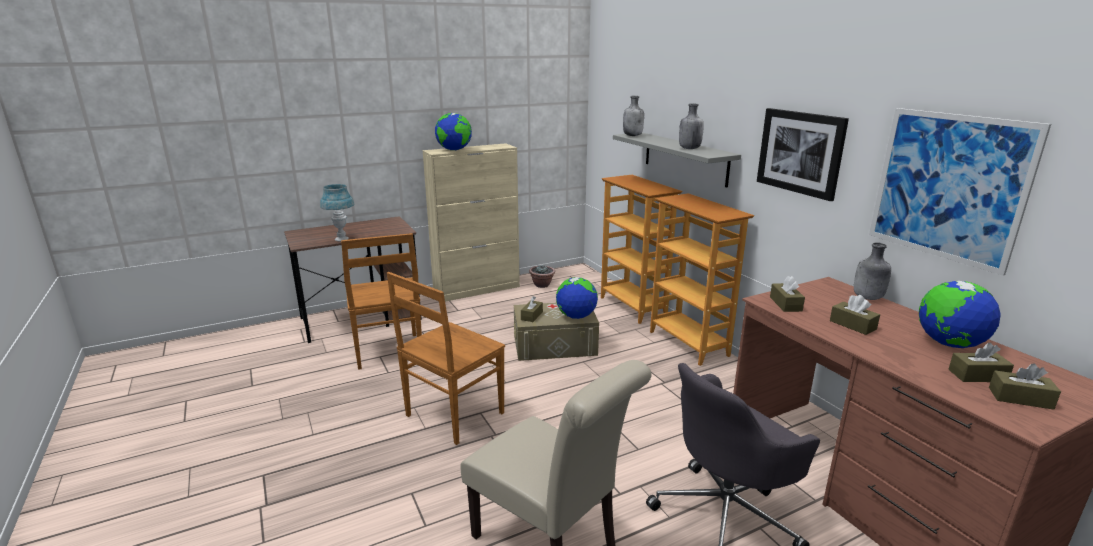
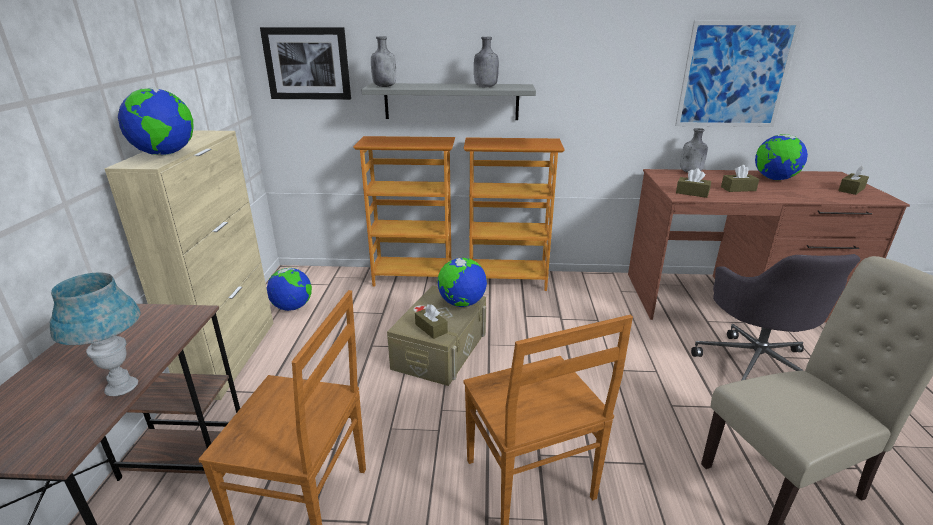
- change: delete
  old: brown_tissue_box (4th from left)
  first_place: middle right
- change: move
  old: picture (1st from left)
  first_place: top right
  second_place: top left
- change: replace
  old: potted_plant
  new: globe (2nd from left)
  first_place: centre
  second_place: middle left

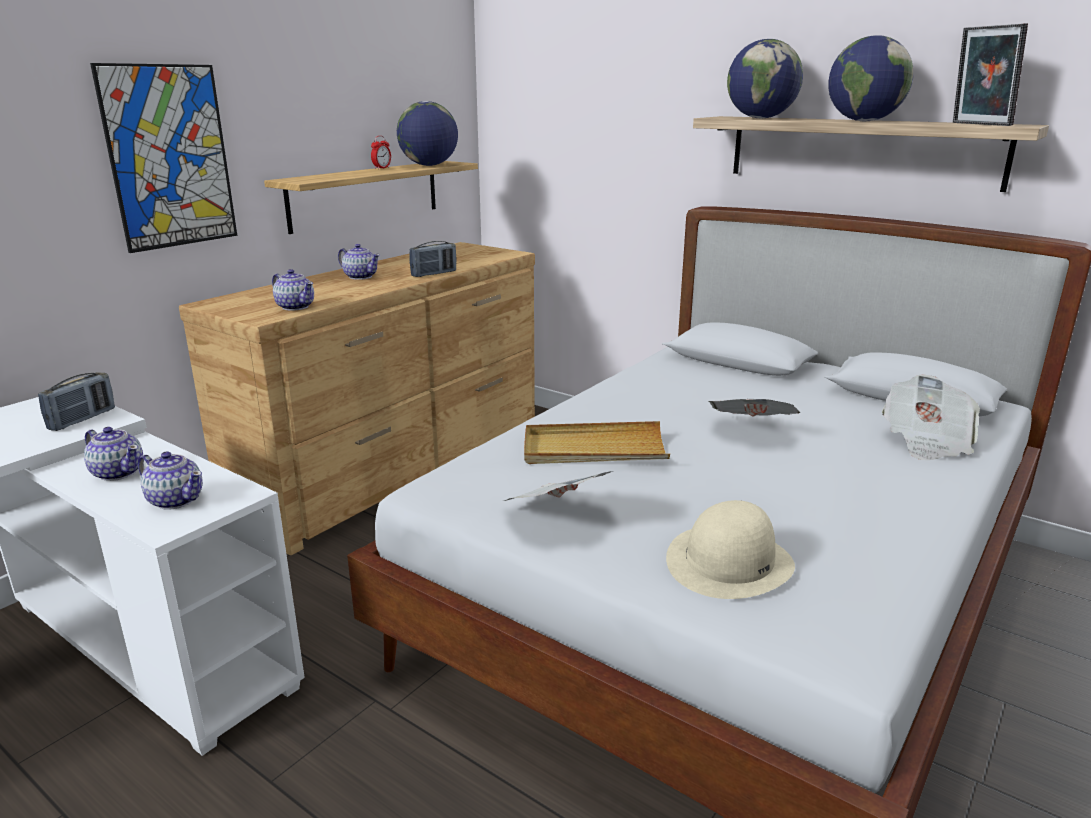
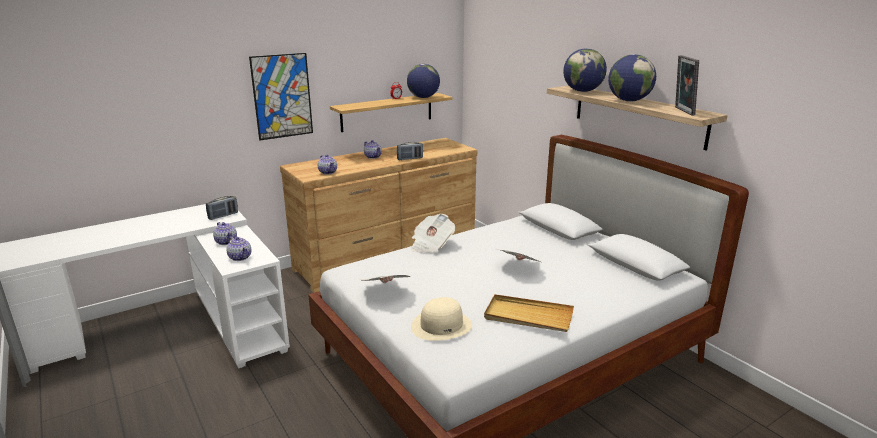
- change: move
  old: beige_tray
  first_place: centre
  second_place: bottom centre
- change: move
  old: newspaper (3rd from left in the first image)
  new: newspaper (2nd from left)
  first_place: middle right
  second_place: centre

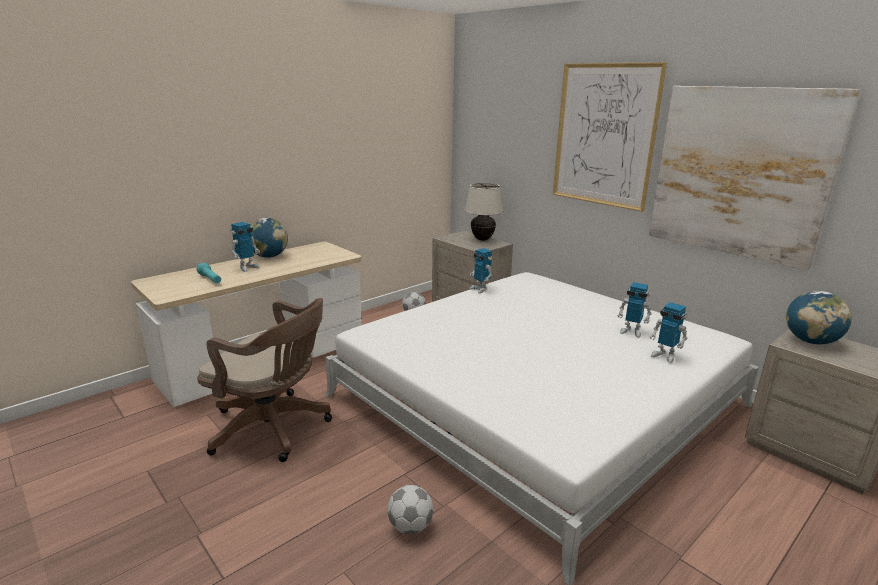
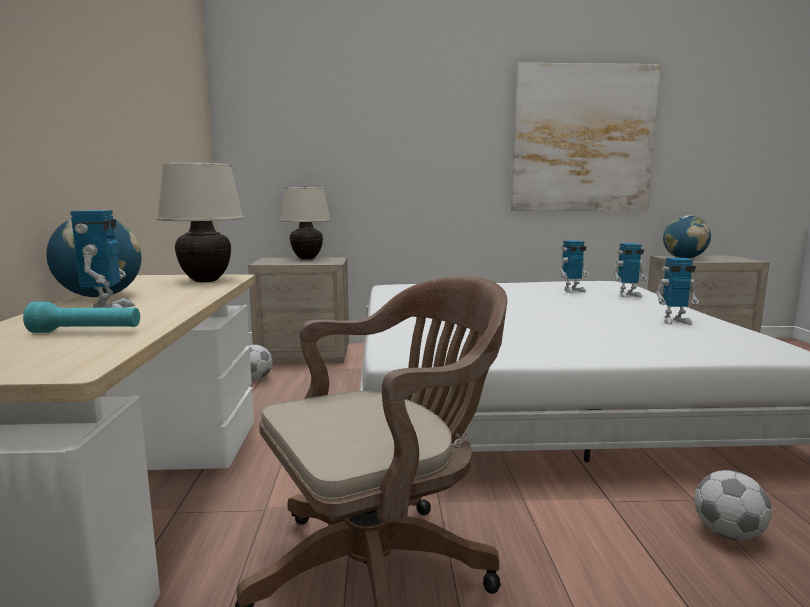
- change: delete
  old: picture (1st from left)
  first_place: top right
- change: insert
  new: beige_table_lamp (1st from left)
  second_place: middle left
- change: move
  old: toy_robot (2nd from left in the first image)
  new: toy_robot (4th from left)
  first_place: centre
  second_place: middle right

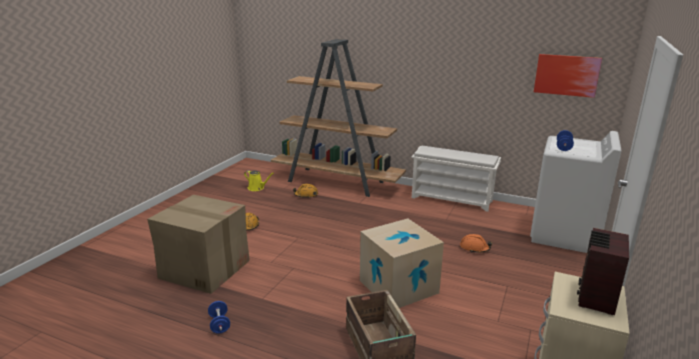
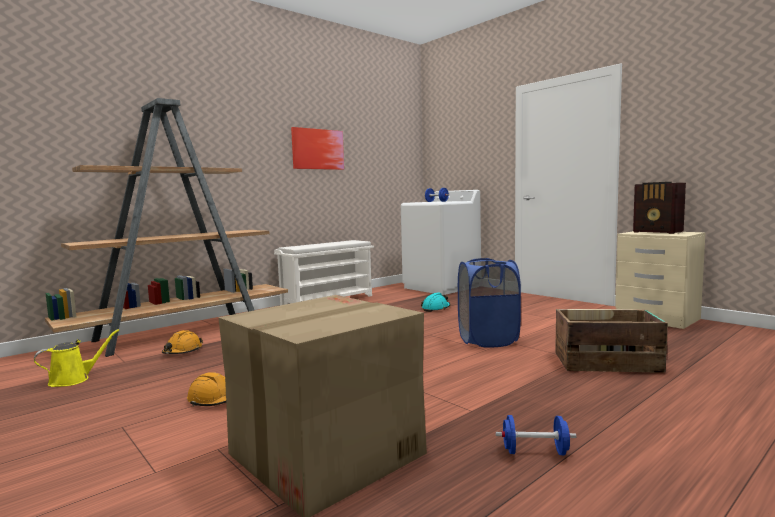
- change: move
  old: picture
  first_place: top right
  second_place: top centre
- change: replace
  old: cardboard_box (2nd from left)
  new: blue_laundry_basket
  first_place: bottom centre
  second_place: centre
- change: recolor
  old: orange_hard_hat (3rd from left)
  new: turquoise_hard_hat
  first_place: bottom right
  second_place: centre

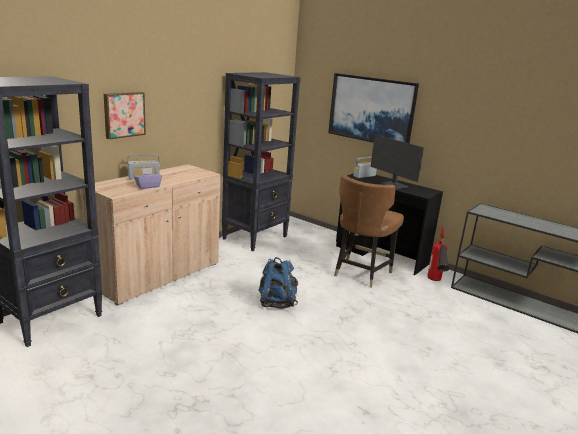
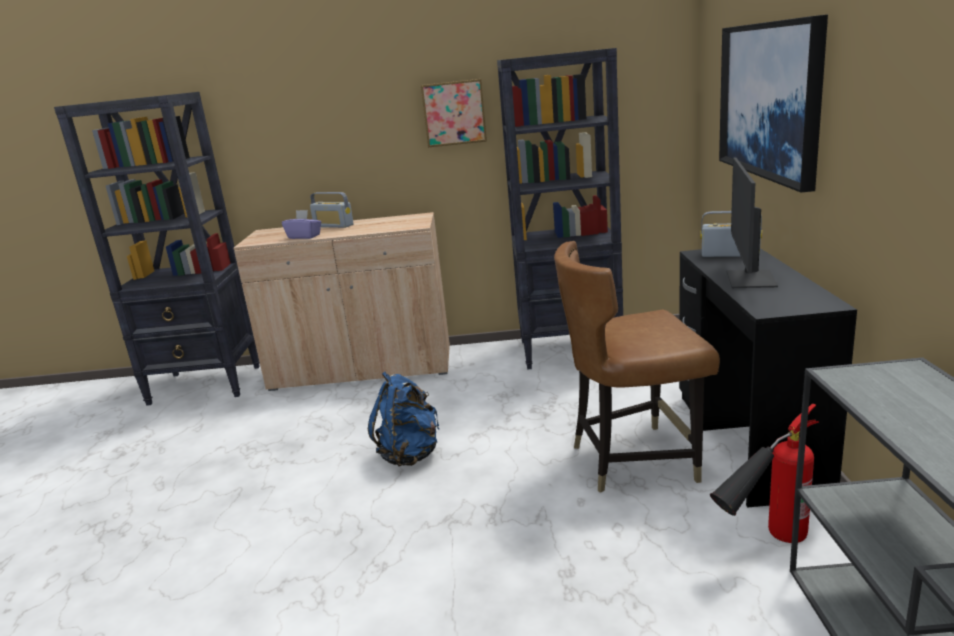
- change: move
  old: picture (1st from left)
  first_place: top left
  second_place: top centre

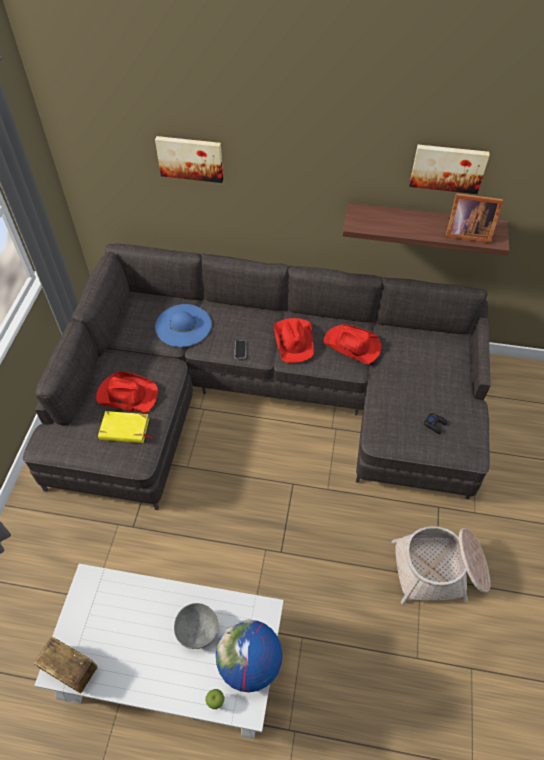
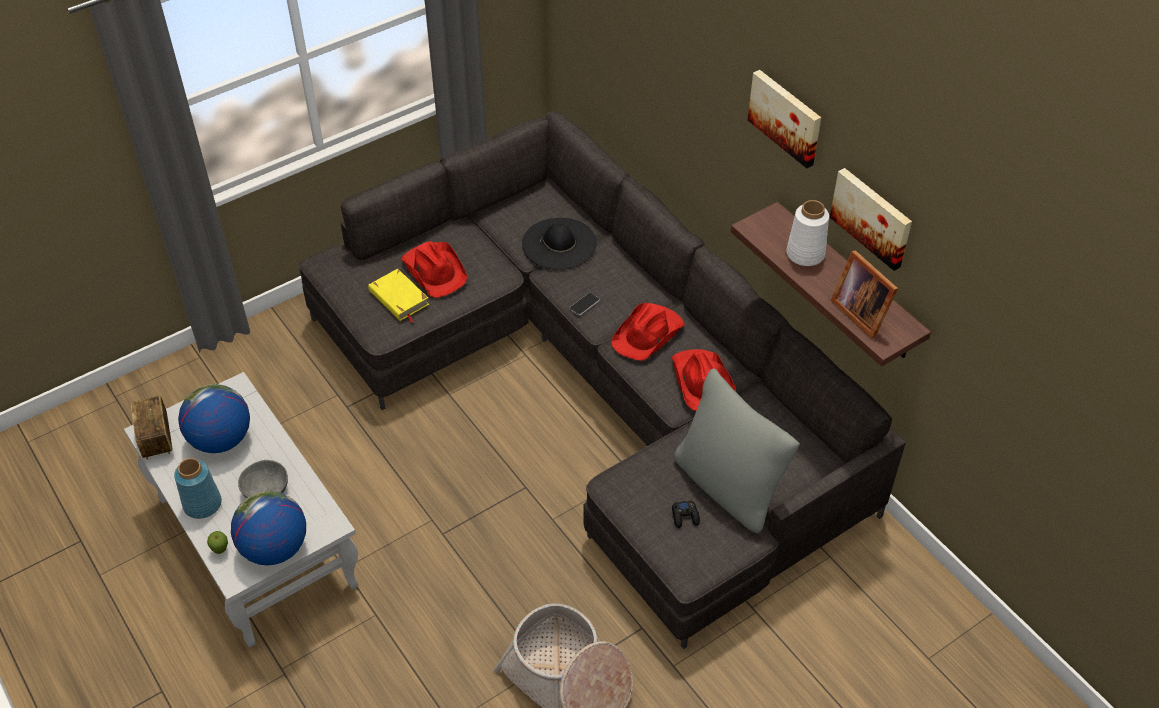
- change: insert
  new: blue_vase
  second_place: bottom left
- change: insert
  new: globe (1st from left)
  second_place: middle left
- change: insert
  new: grey_pillow
  second_place: centre
- change: insert
  new: white_vase
  second_place: top right
- change: move
  old: picture (1st from left)
  first_place: top centre
  second_place: top right
- change: recolor
  old: blue_hat
  new: black_hat
  first_place: centre
  second_place: centre

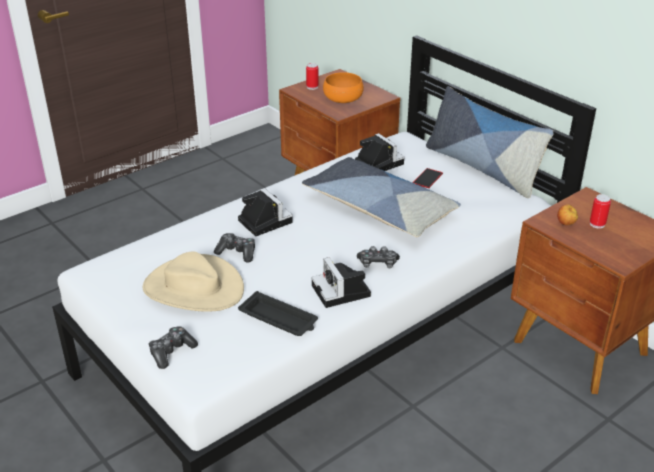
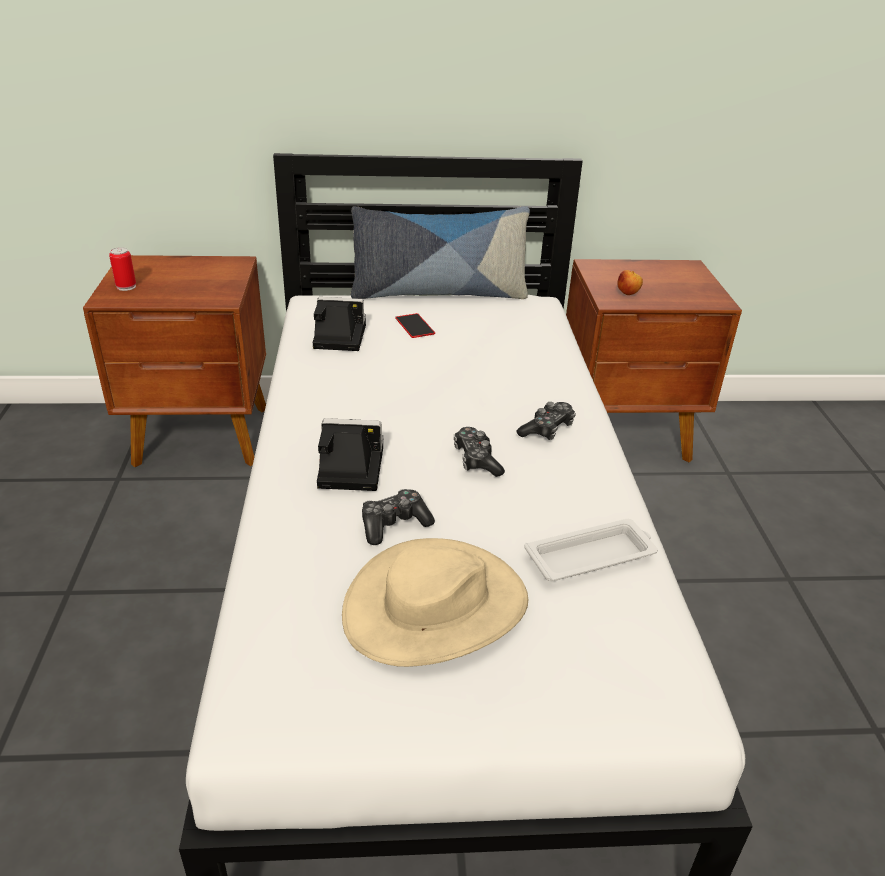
- change: delete
  old: pillow (1st from left)
  first_place: centre
- change: delete
  old: photo_camera (2nd from left)
  first_place: centre
- change: delete
  old: orange_bowl
  first_place: top centre
- change: delete
  old: can (2nd from left)
  first_place: middle right
- change: move
  old: game_controller (1st from left in the first image)
  new: game_controller (2nd from left)
  first_place: bottom left
  second_place: centre
- change: recolor
  old: black_tray
  new: white_tray
  first_place: centre
  second_place: middle right

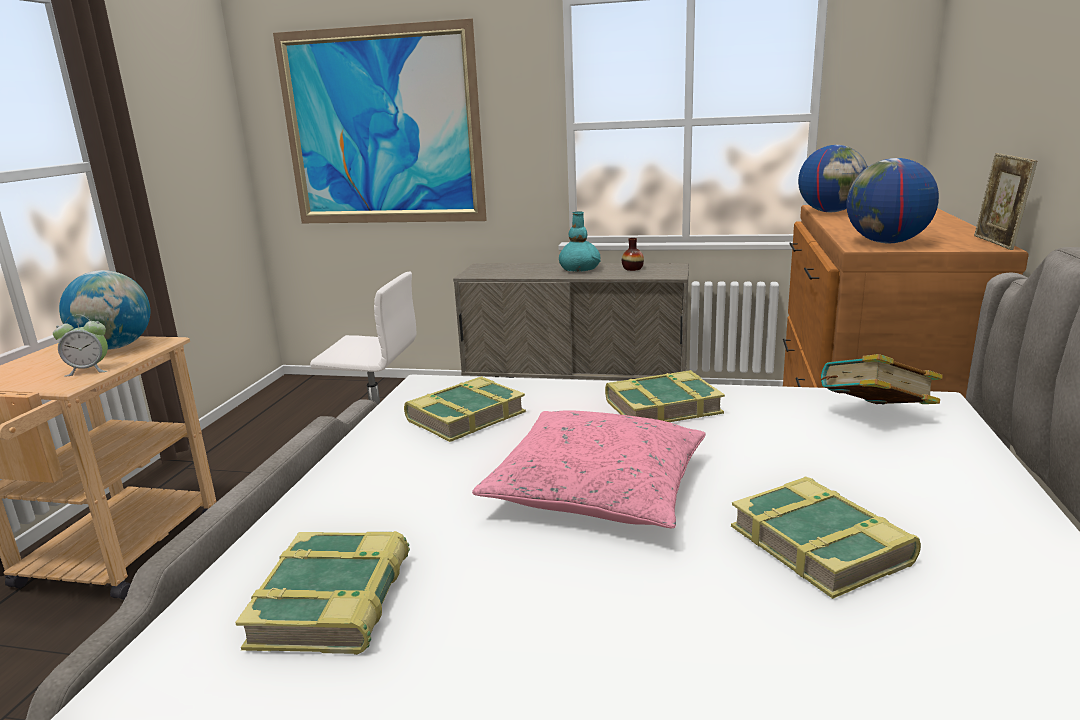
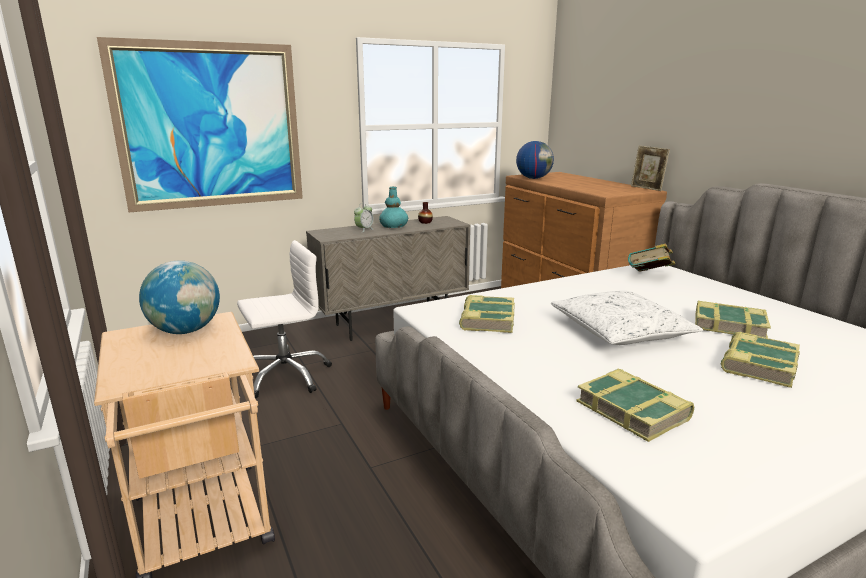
- change: delete
  old: globe (3rd from left)
  first_place: top right
- change: move
  old: alarm_clock
  first_place: middle left
  second_place: centre
- change: move
  old: book (3rd from left in the first image)
  new: book (5th from left)
  first_place: centre
  second_place: middle right
- change: recolor
  old: pink_pillow
  new: white_pillow
  first_place: centre
  second_place: middle right

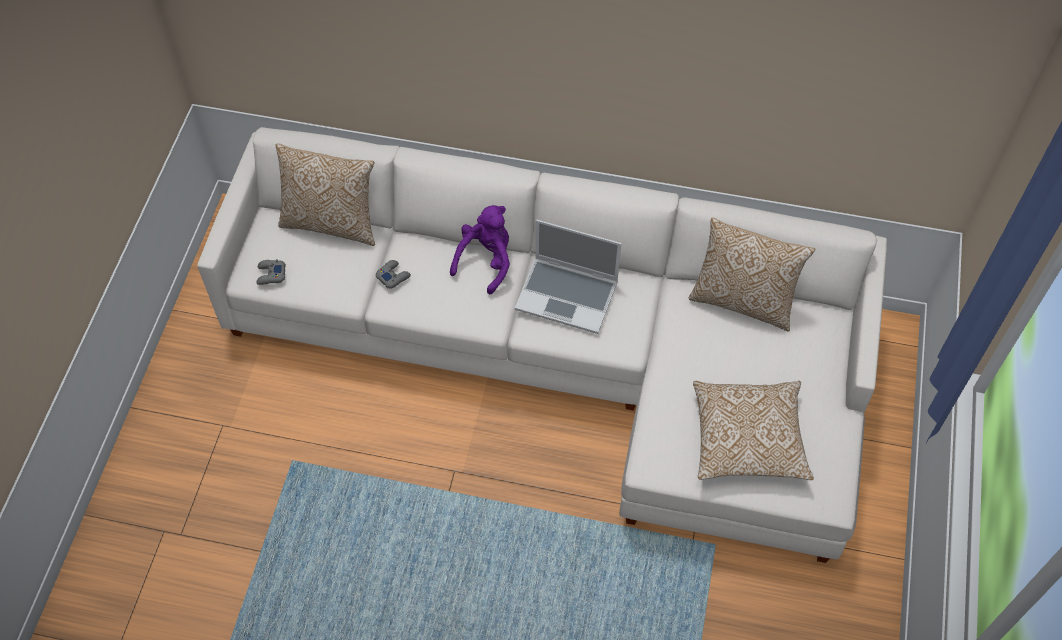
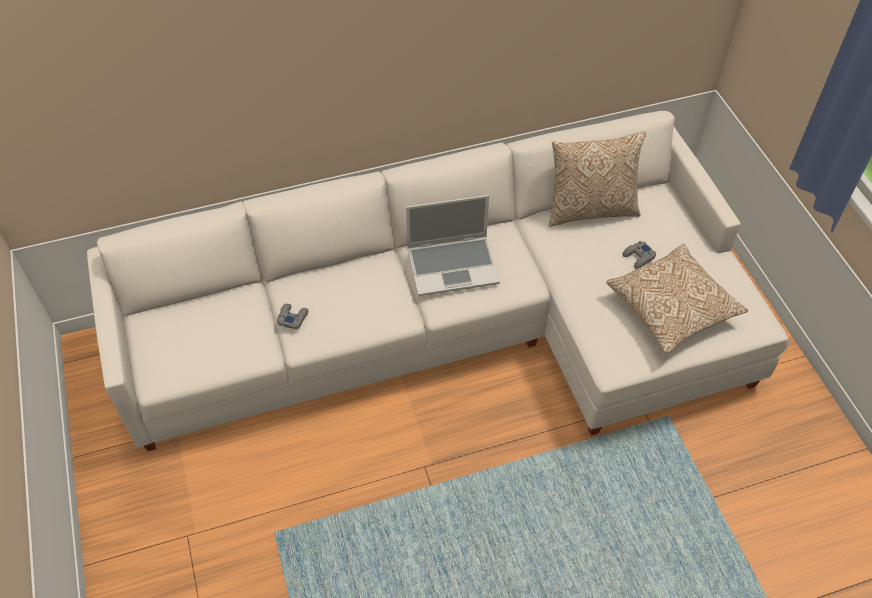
- change: delete
  old: pillow (1st from left)
  first_place: top left
- change: delete
  old: purple_plush_toy
  first_place: centre
- change: move
  old: grey_game_controller (1st from left in the first image)
  new: grey_game_controller (2nd from left)
  first_place: middle left
  second_place: middle right

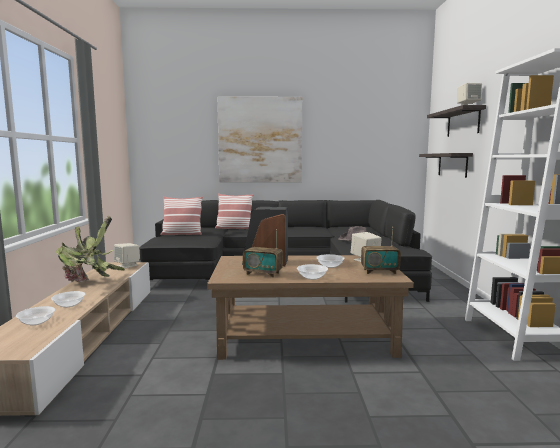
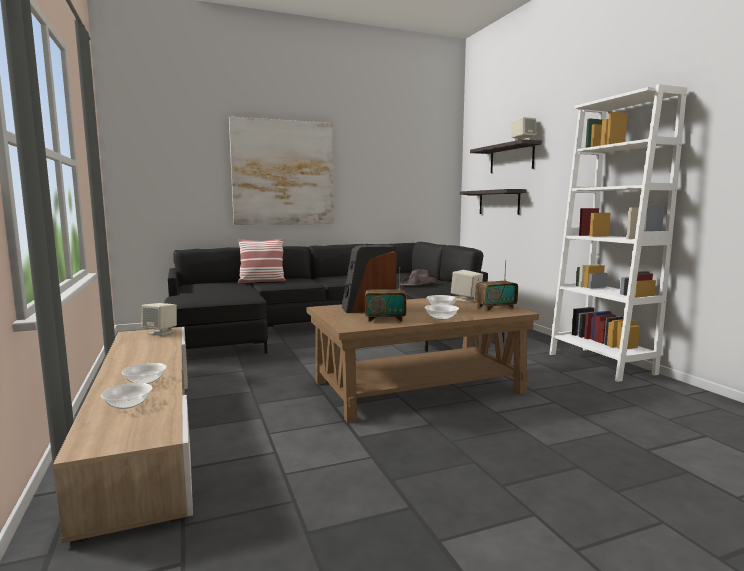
- change: delete
  old: potted_plant
  first_place: middle left
- change: delete
  old: pillow (1st from left)
  first_place: middle left

